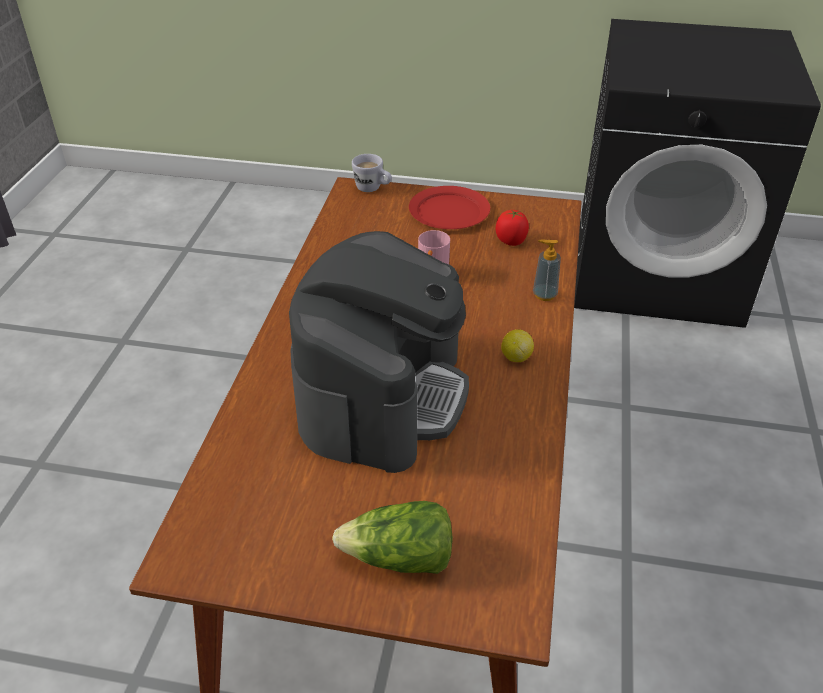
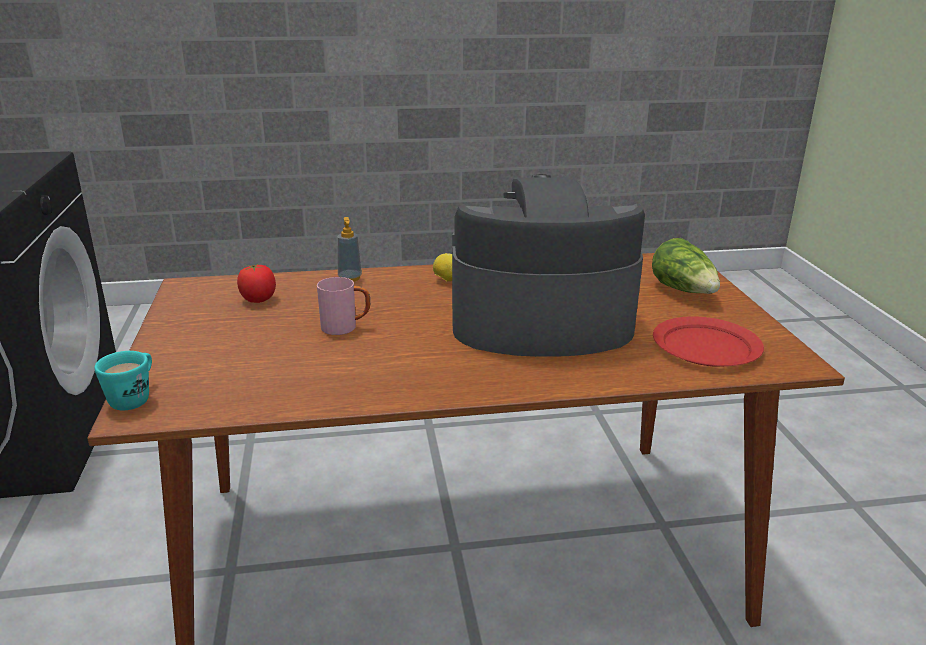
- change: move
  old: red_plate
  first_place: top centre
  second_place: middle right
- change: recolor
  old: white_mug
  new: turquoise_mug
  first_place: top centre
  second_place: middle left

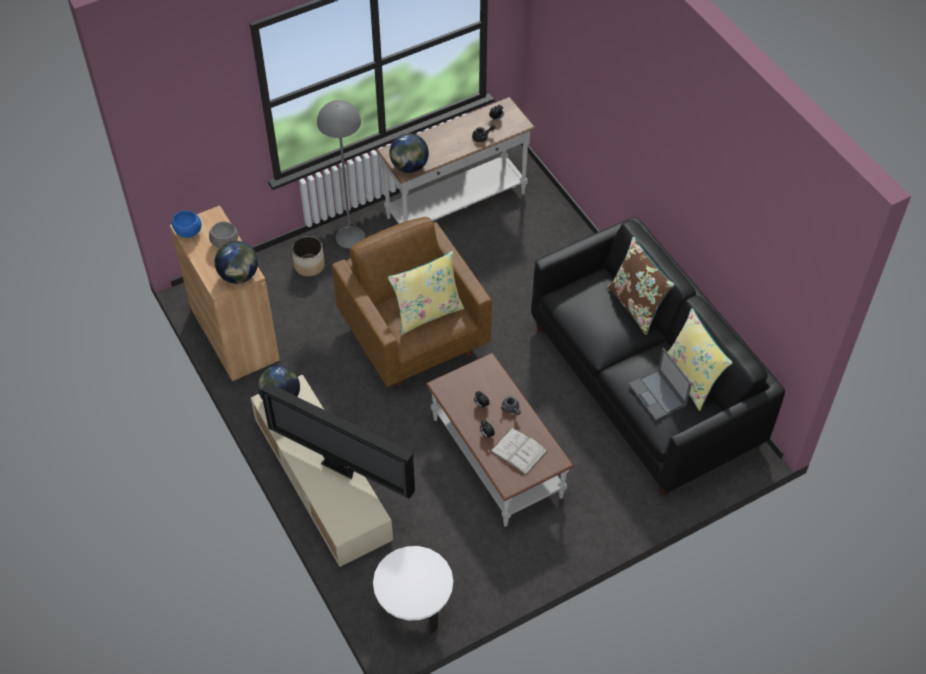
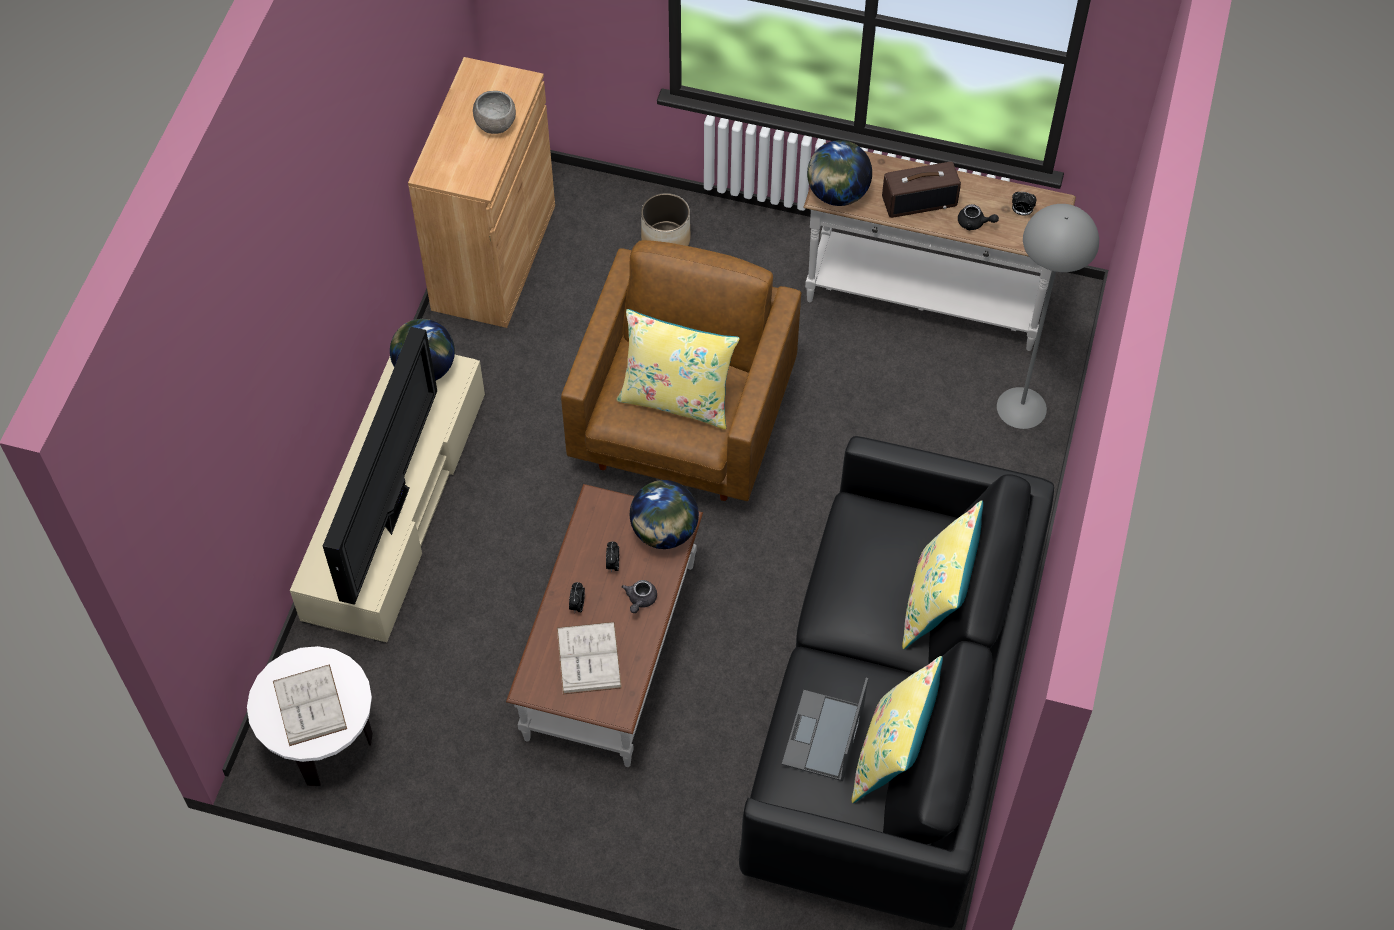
- change: delete
  old: blue_bowl
  first_place: top left
- change: insert
  new: white_book (1st from left)
  second_place: bottom left
- change: insert
  new: radio
  second_place: top centre
- change: move
  old: globe (1st from left in the first image)
  new: globe (2nd from left)
  first_place: middle left
  second_place: centre
- change: move
  old: grey_floor_lamp
  first_place: top centre
  second_place: middle right
- change: recolor
  old: brown_pillow
  new: yellow_pillow (3rd from left)
  first_place: middle right
  second_place: middle right
- change: rotate
  old: television
  first_place: centre
  second_place: middle left
  degrees: -150

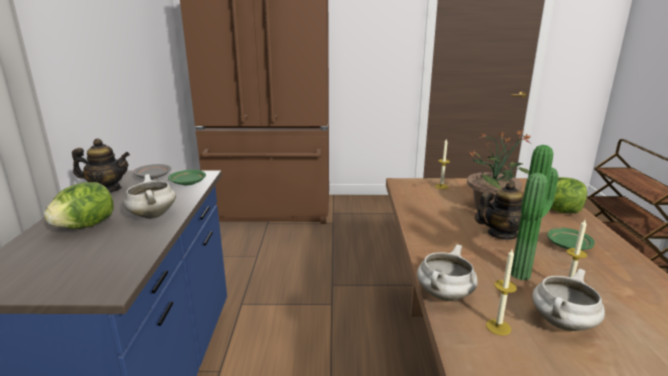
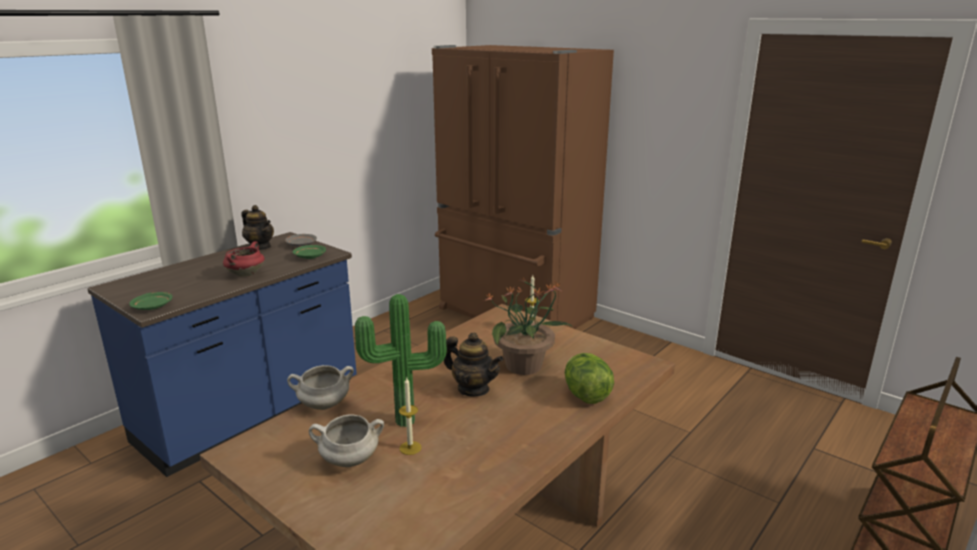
- change: delete
  old: lettuce (1st from left)
  first_place: middle left
- change: delete
  old: candle (2nd from left)
  first_place: bottom right
- change: move
  old: green_plate (2nd from left in the first image)
  new: green_plate (1st from left)
  first_place: middle right
  second_place: middle left
- change: recolor
  old: white_cooking_pot (1st from left)
  new: red_cooking_pot
  first_place: middle left
  second_place: middle left

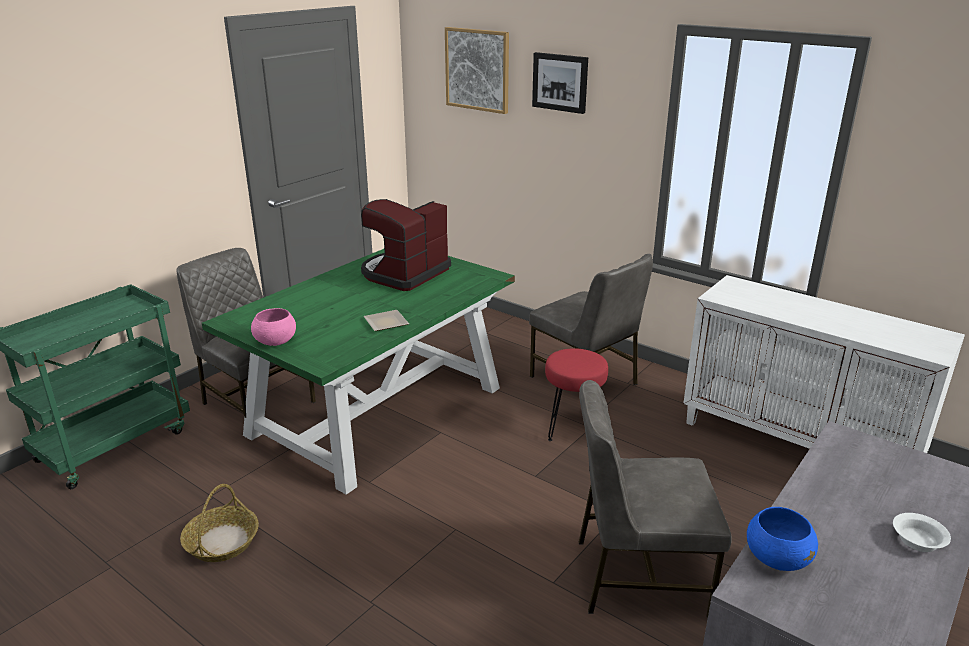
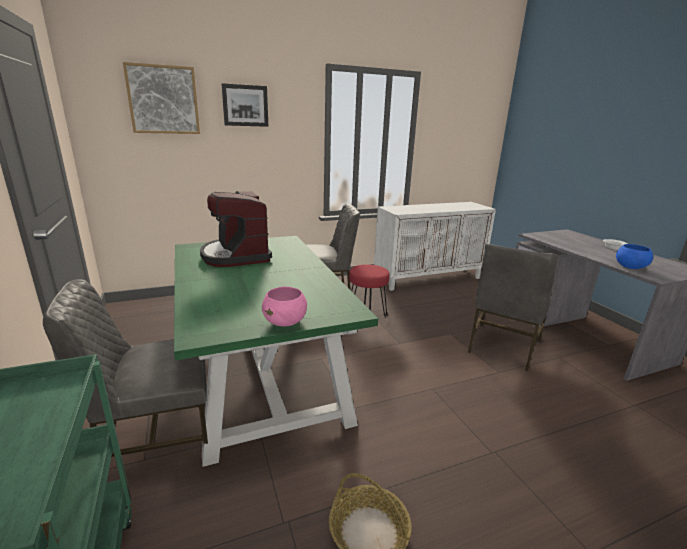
- change: delete
  old: plate
  first_place: centre

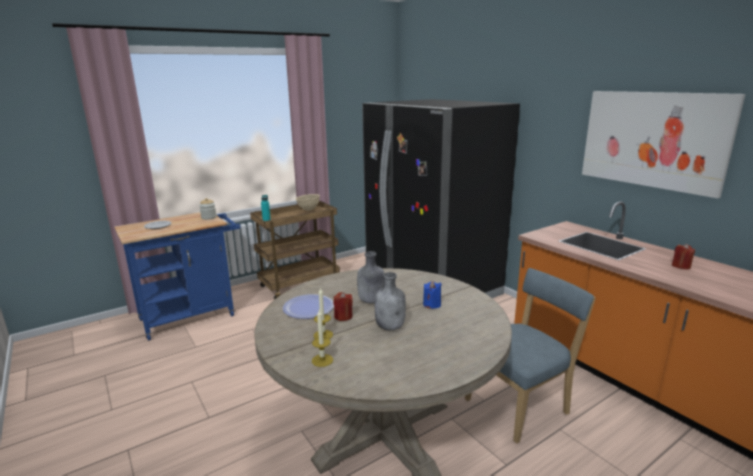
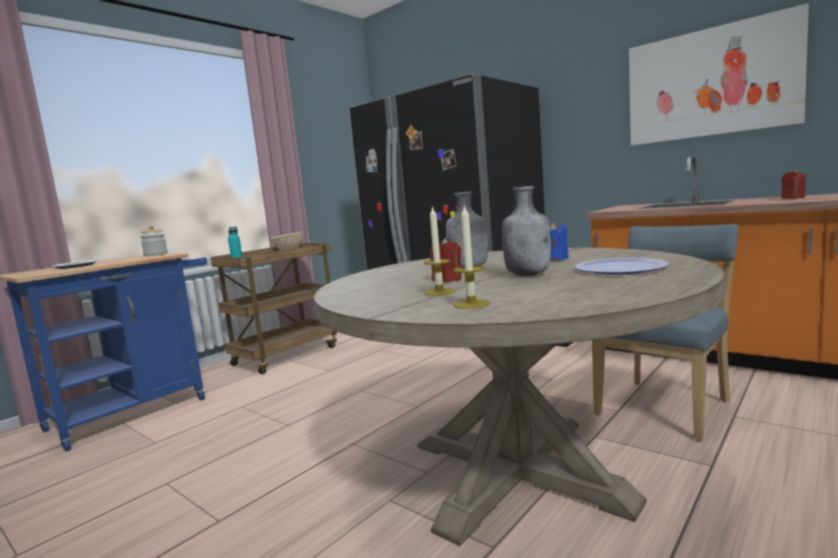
- change: move
  old: plate (2nd from left)
  first_place: centre
  second_place: middle right

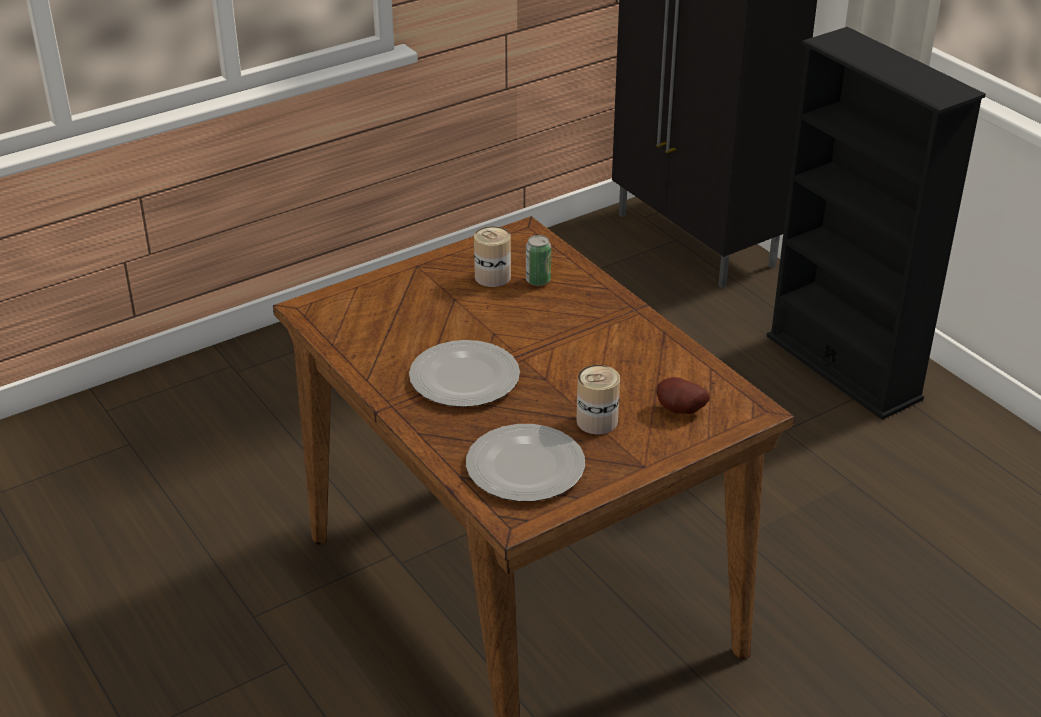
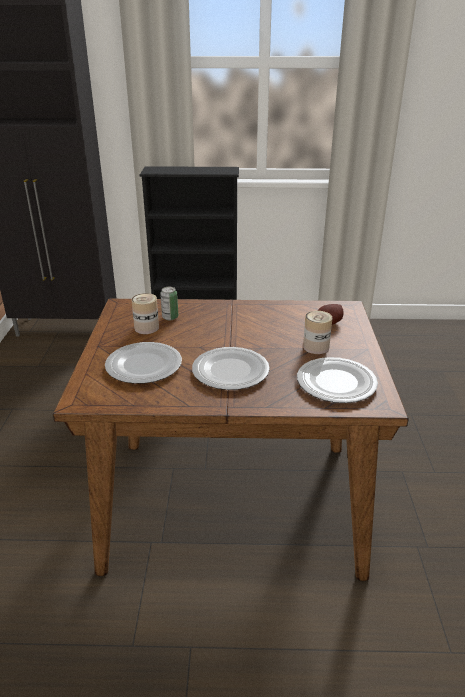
- change: insert
  new: plate (1st from left)
  second_place: middle left

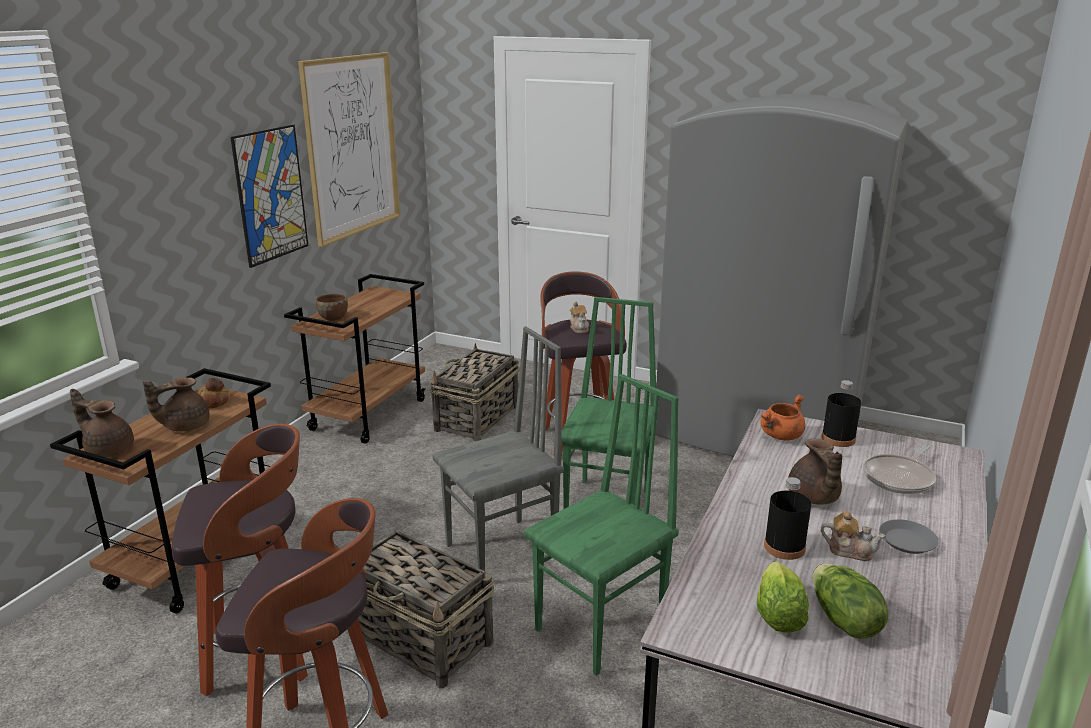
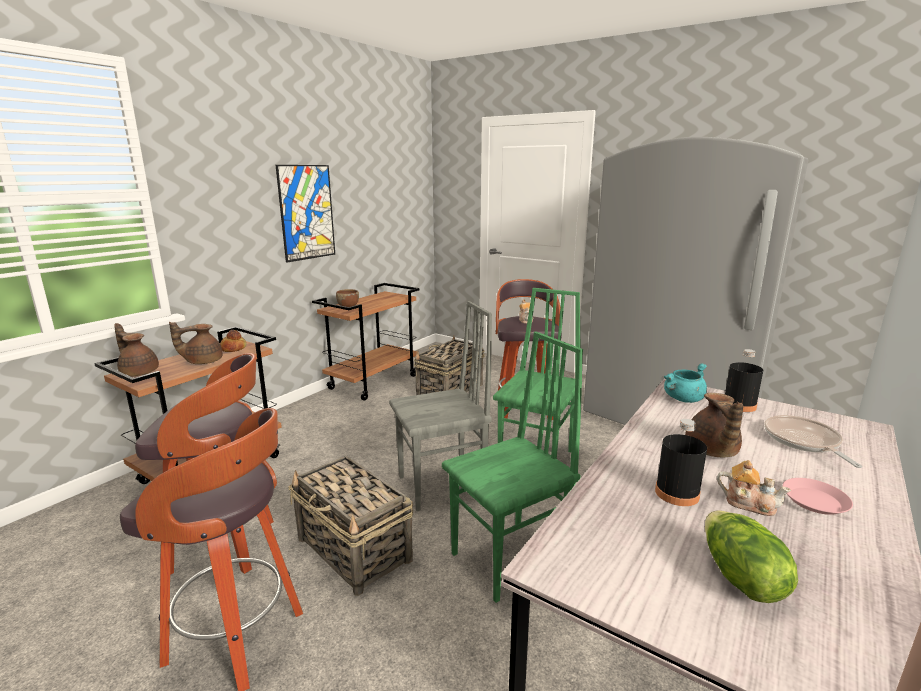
- change: delete
  old: picture (2nd from left)
  first_place: top left
- change: delete
  old: lettuce (1st from left)
  first_place: bottom right
- change: recolor
  old: orange_cooking_pot
  new: turquoise_cooking_pot
  first_place: middle right
  second_place: middle right
- change: recolor
  old: grey_plate
  new: pink_plate
  first_place: bottom right
  second_place: bottom right
- change: rotate
  old: frying_pan
  first_place: middle right
  second_place: middle right
  degrees: 120

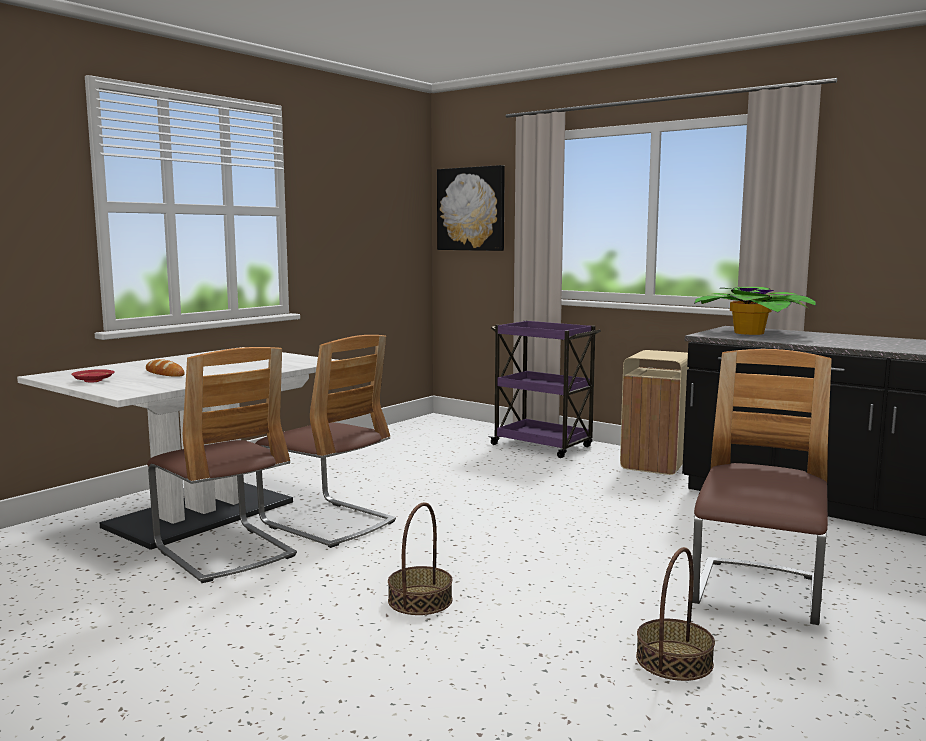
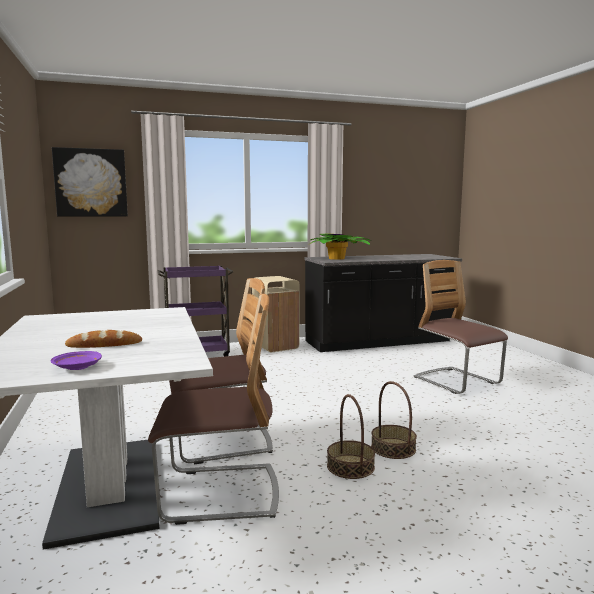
- change: move
  old: basket (2nd from left in the first image)
  new: basket (1st from left)
  first_place: bottom right
  second_place: bottom centre
- change: recolor
  old: red_plate
  new: purple_plate
  first_place: middle left
  second_place: middle left

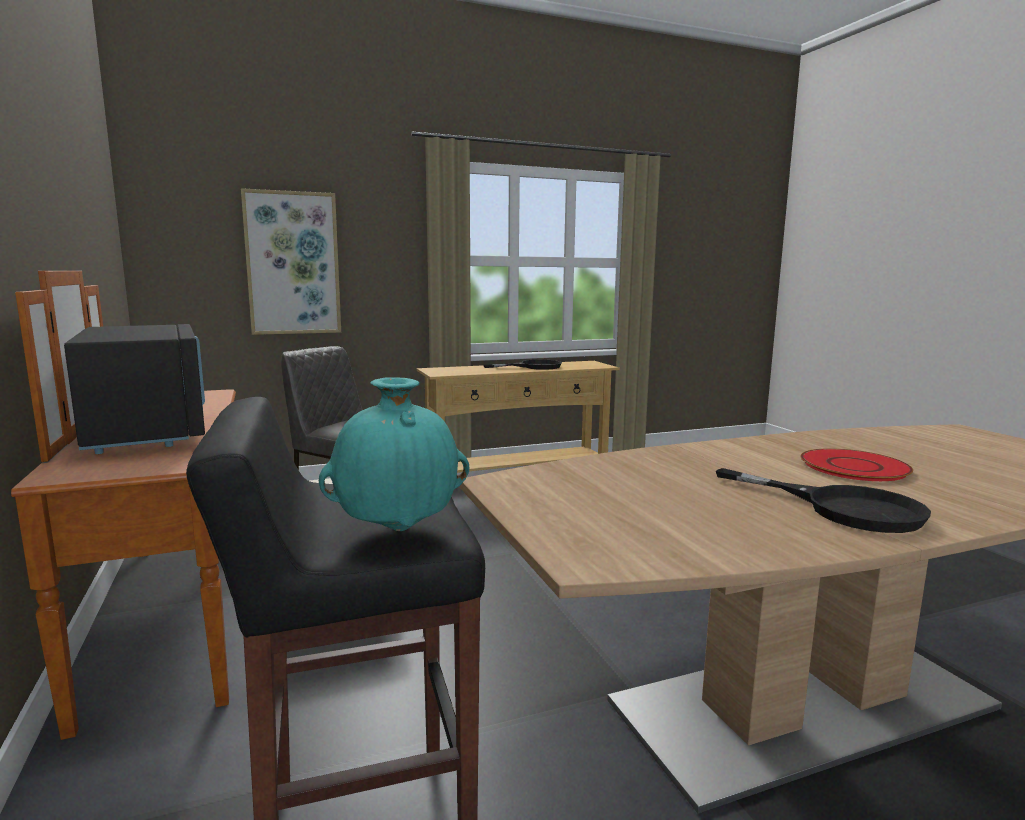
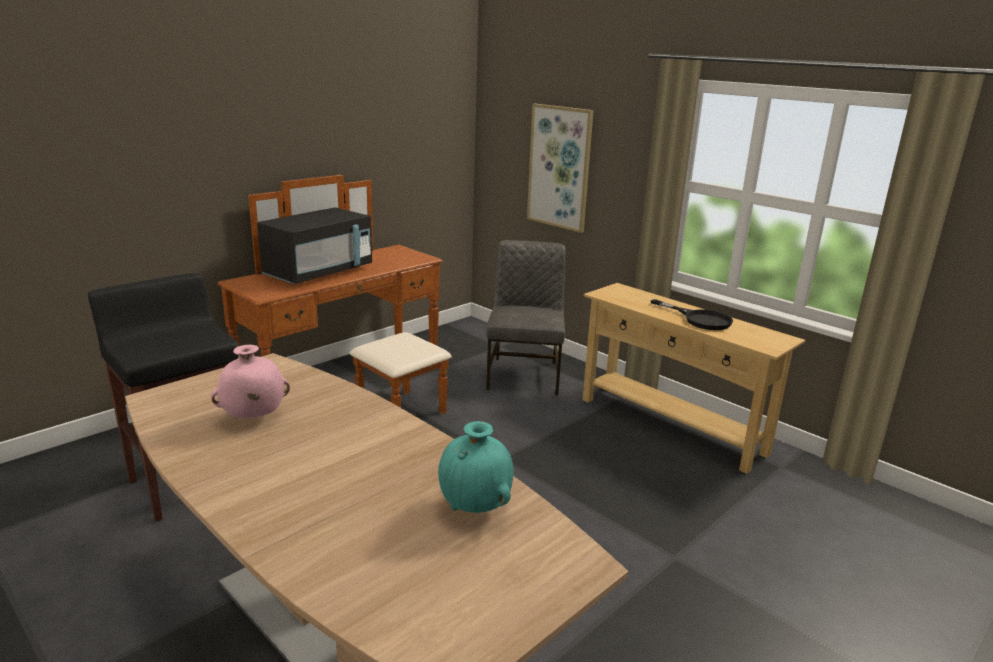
- change: delete
  old: black_frying_pan (2nd from left)
  first_place: middle right
- change: delete
  old: red_plate
  first_place: middle right
- change: insert
  new: pink_vase
  second_place: middle left
- change: move
  old: turquoise_vase
  first_place: centre
  second_place: bottom centre

